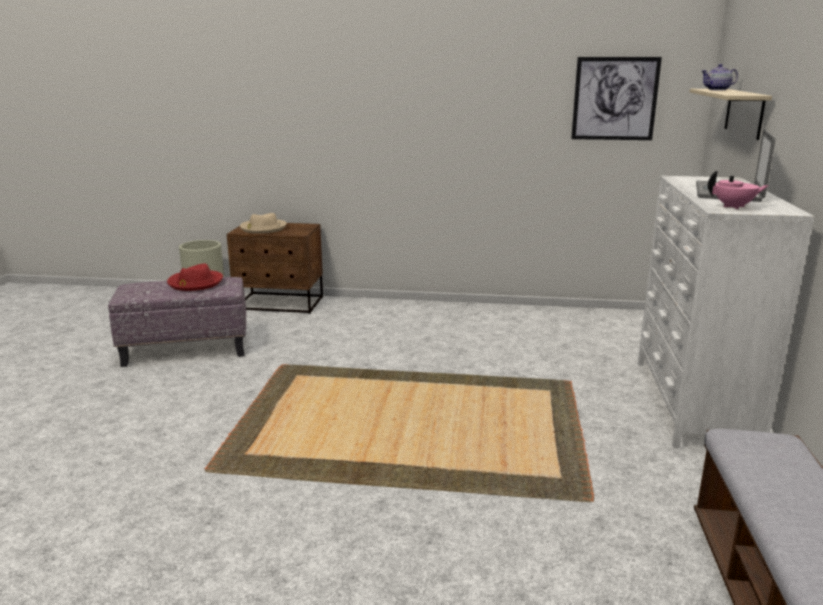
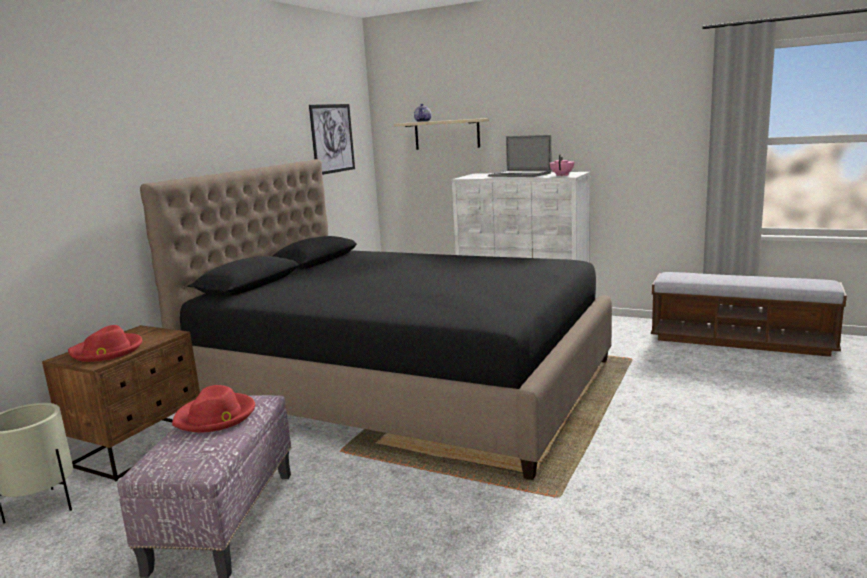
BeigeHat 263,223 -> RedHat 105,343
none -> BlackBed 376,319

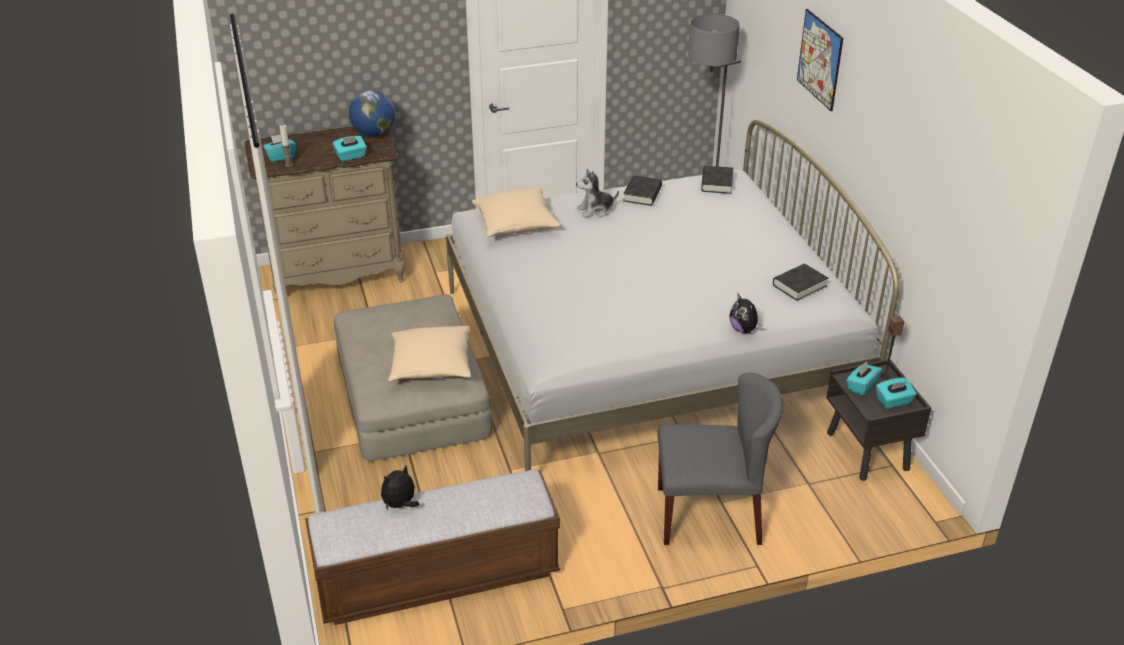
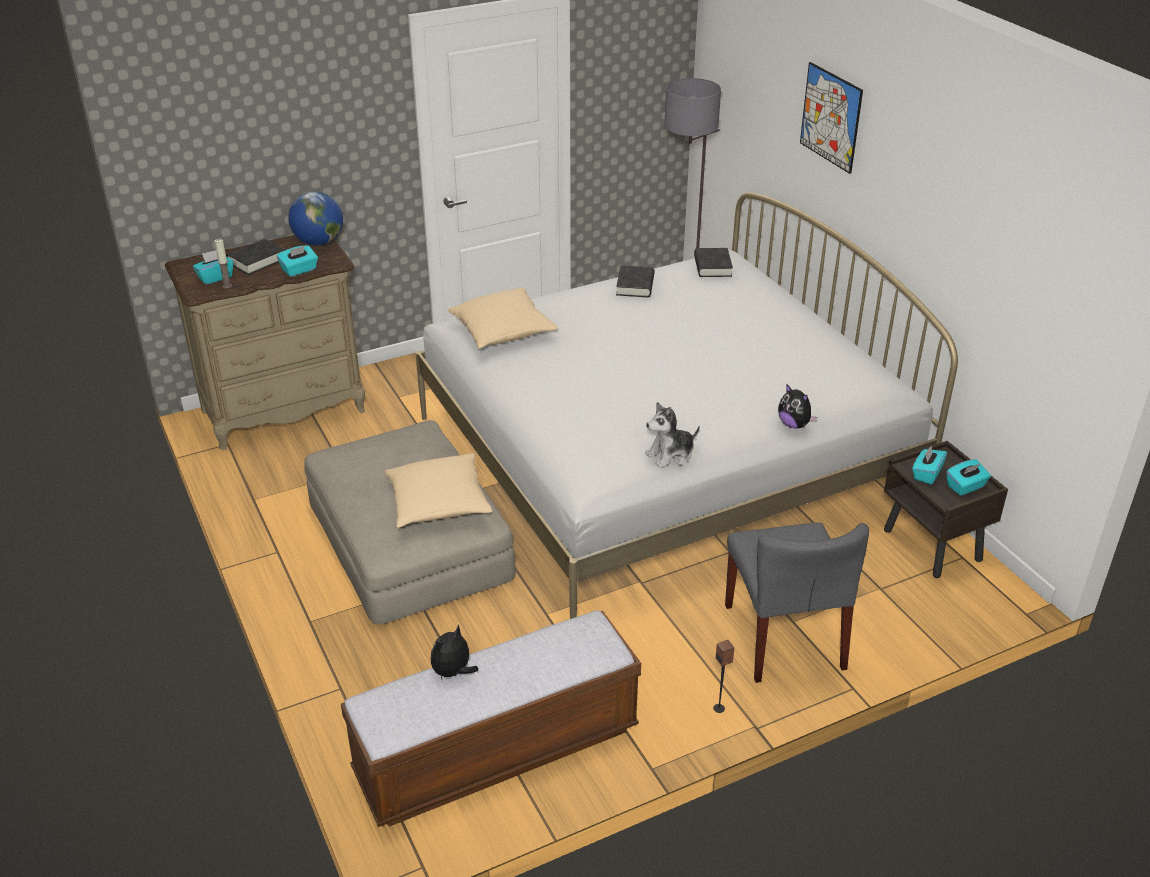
PlushToy 597,193 -> PlushToy 672,435, shifted
GreyChair 720,459 -> GreyChair 797,602, 90 degrees clockwise
BlackBook 800,282 -> BlackBook 255,257, shifted
Speaker 893,348 -> Speaker 724,676, shifted

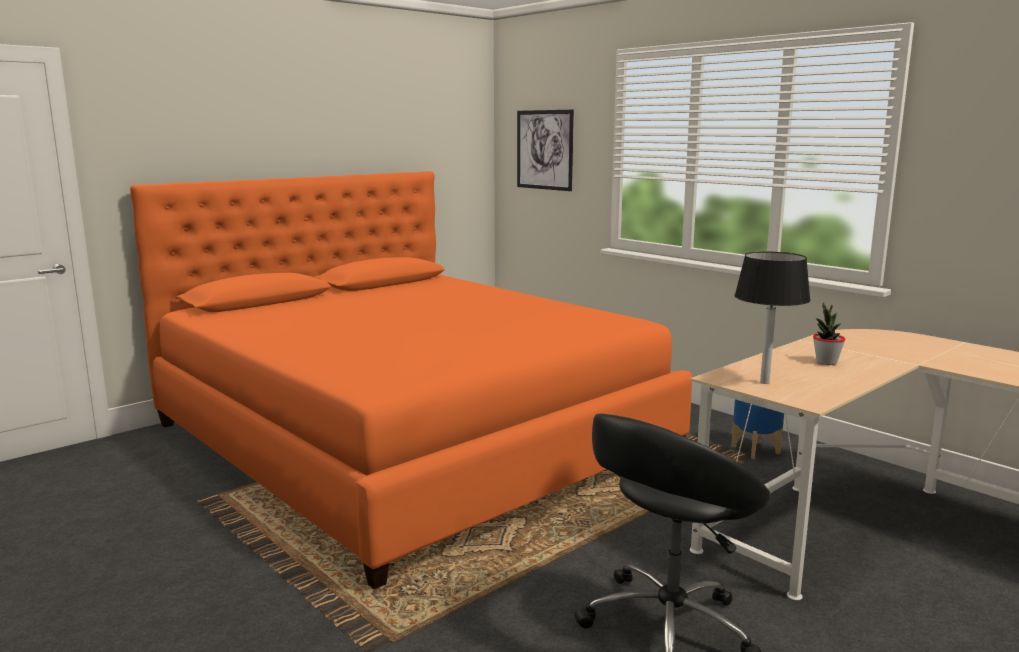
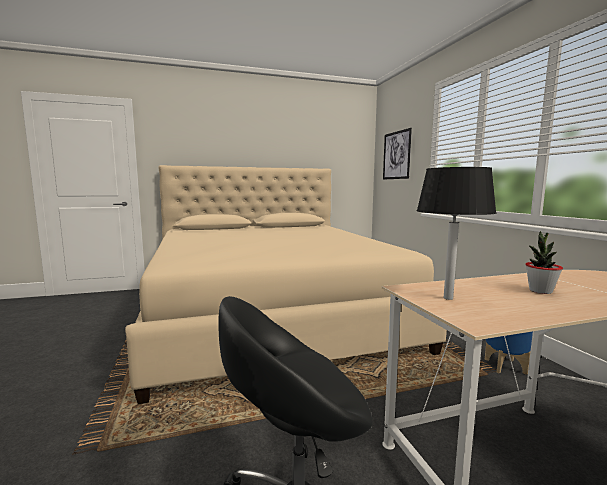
OrangeBed 411,380 -> BeigeBed 286,284

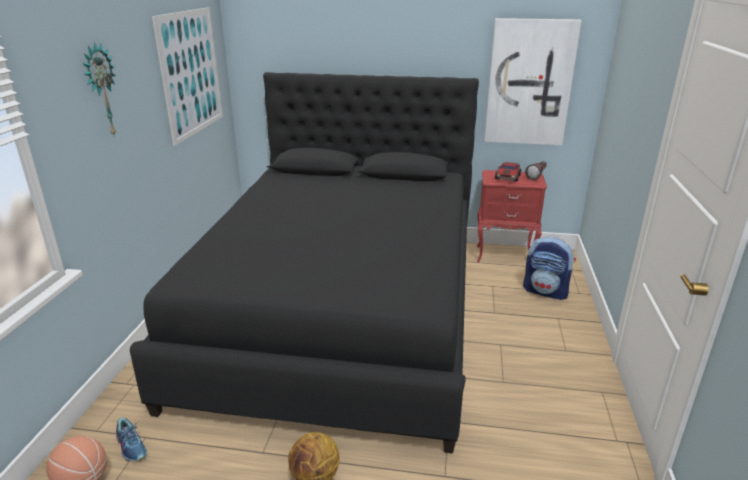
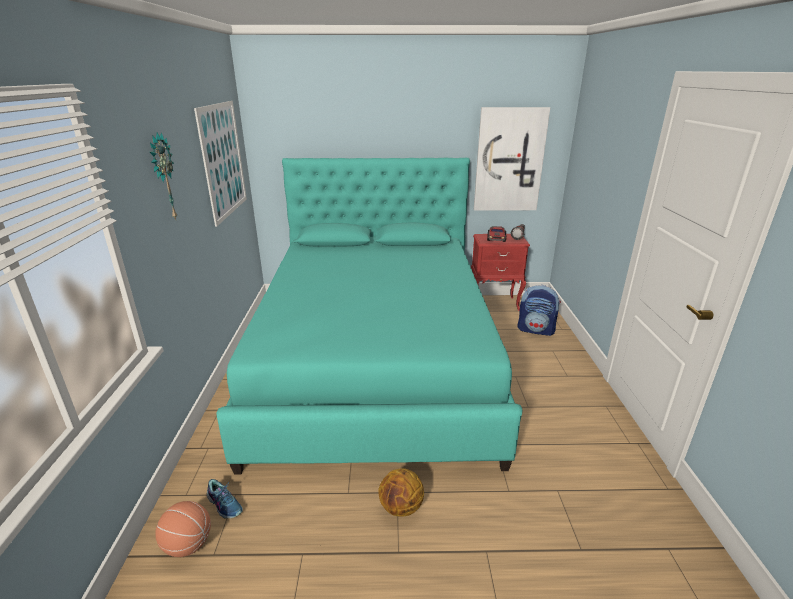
BlackBed 304,263 -> TurquoiseBed 369,316

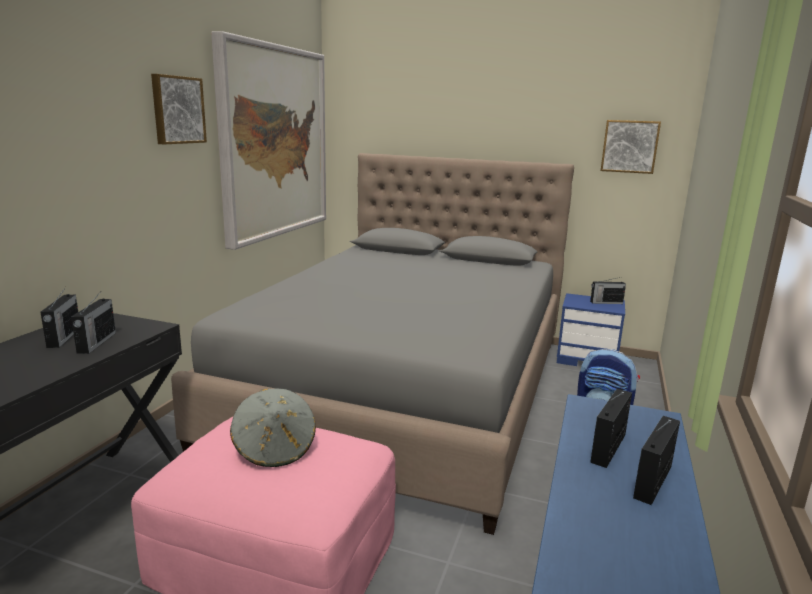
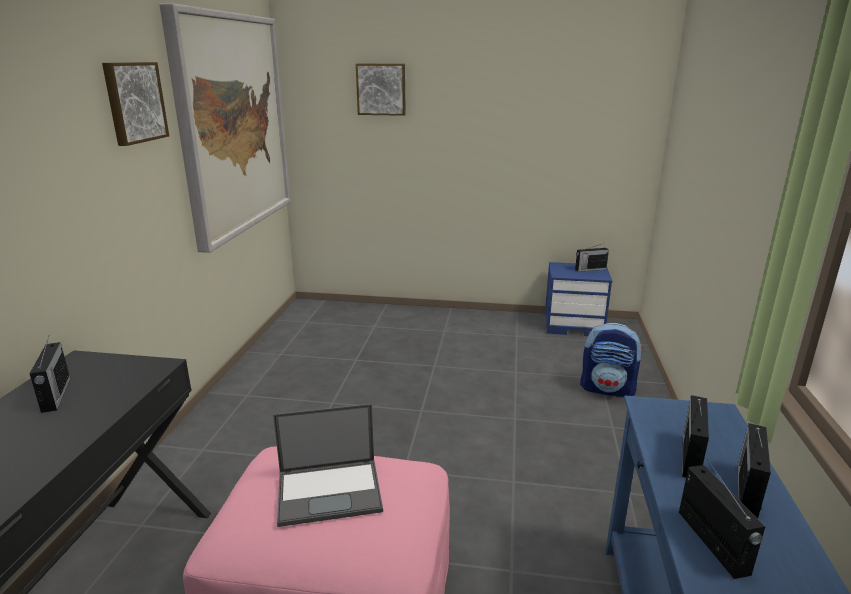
Radio 93,324 -> Radio 722,519, shifted
GreyBed 372,344 -> none
GreyHat 273,428 -> Laptop 328,465
Picture 631,147 -> Picture 381,90, shifted

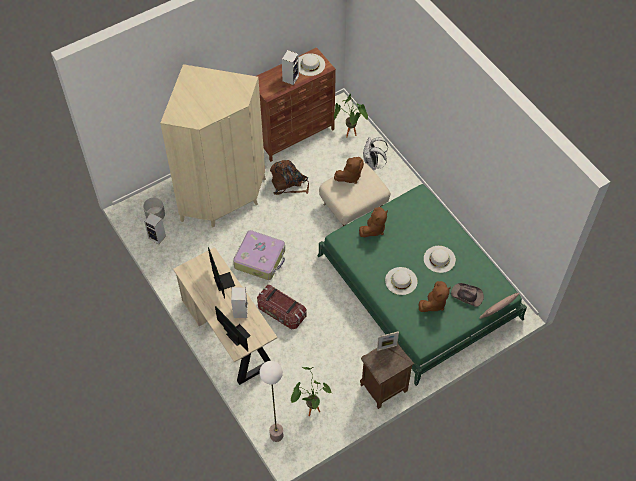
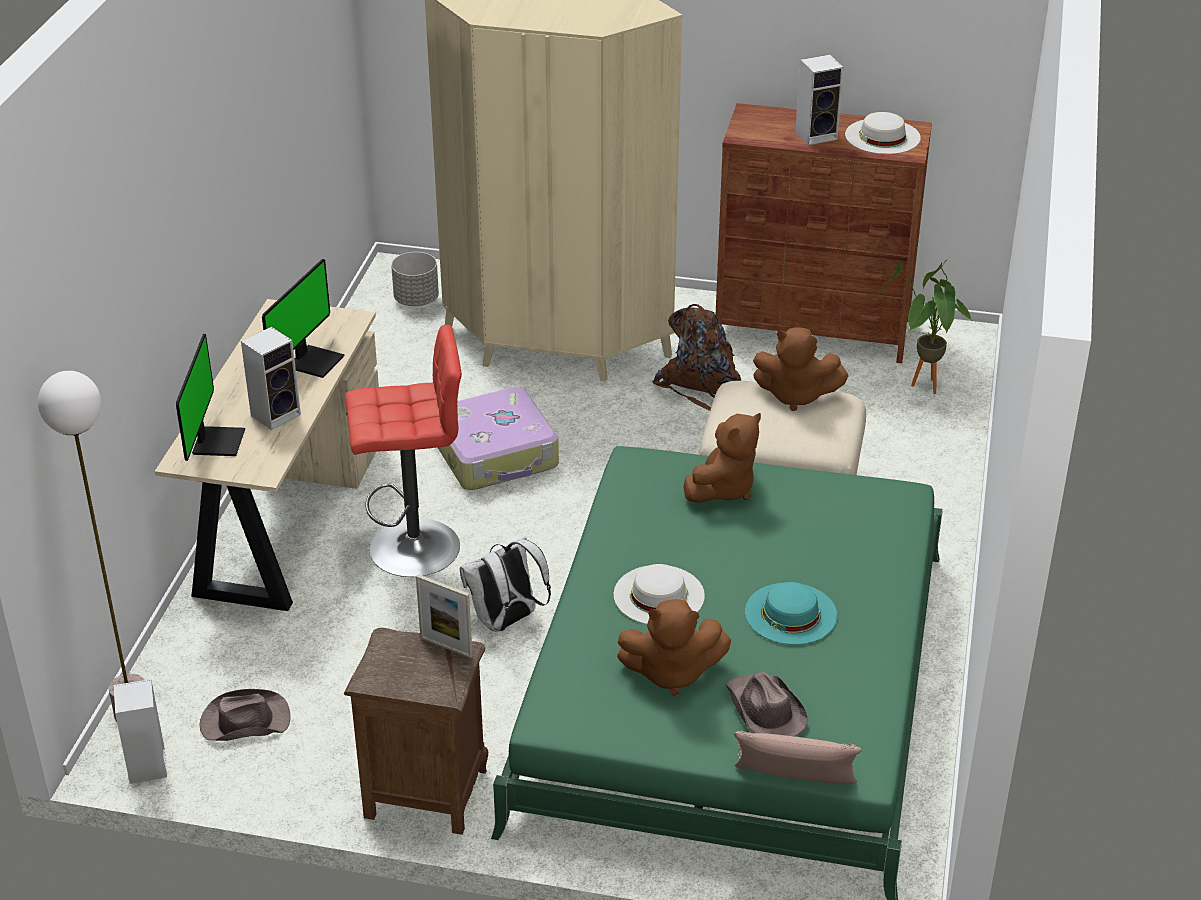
Speaker 155,228 -> Speaker 140,731, shifted
StorageBox 282,307 -> RedStool 403,451
PottedPlant 311,391 -> BrownHat 244,715
BrownPlushToy 373,222 -> BrownPlushToy 722,458, 45 degrees counterclockwise
WhiteBackpack 375,153 -> WhiteBackpack 505,584, shifted
WhiteHat 440,259 -> TurquoiseHat 791,613

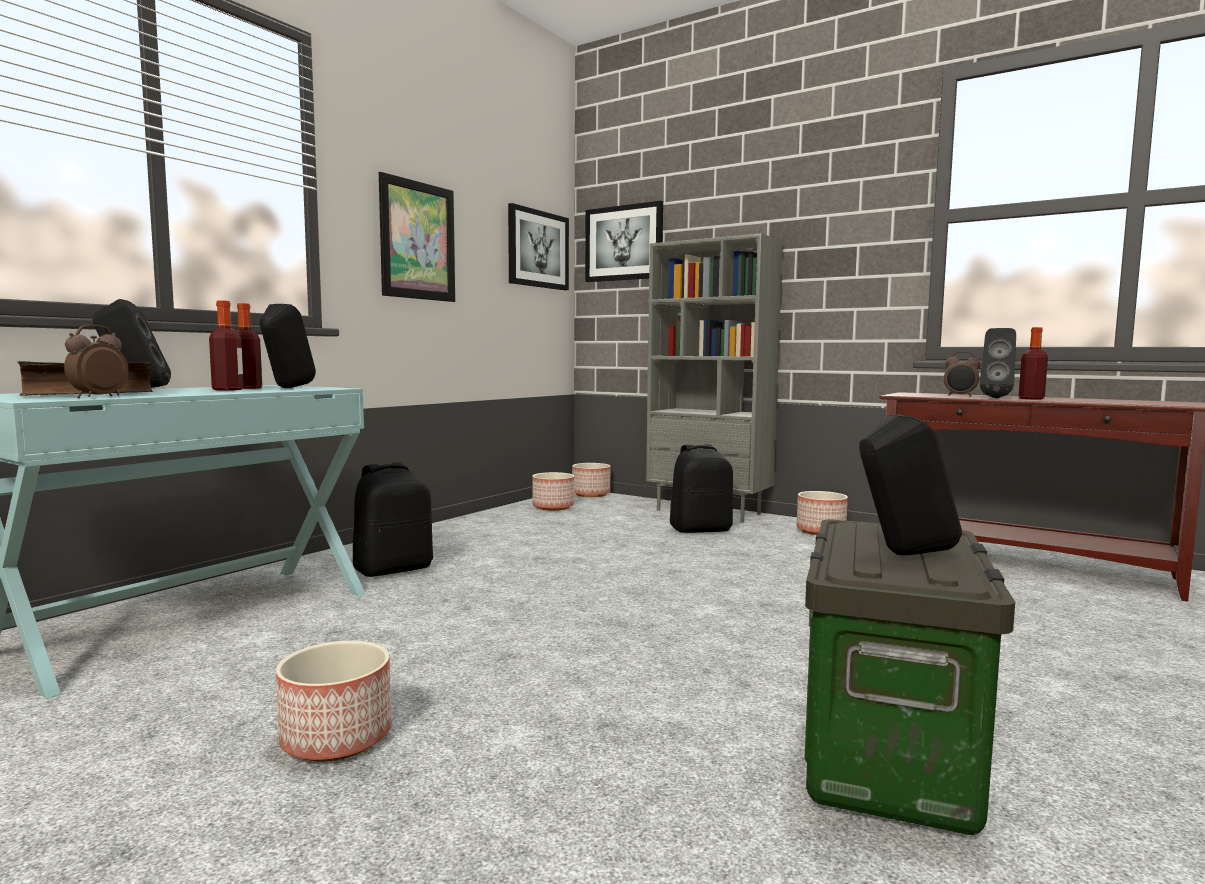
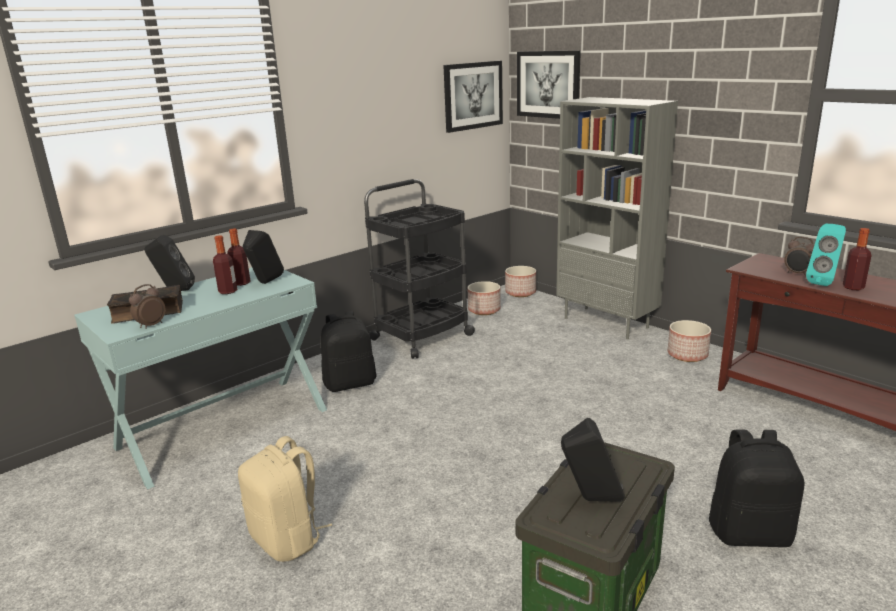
Planter 333,701 -> BeigeBackpack 285,499
Picture 417,237 -> none
BlackBackpack 701,488 -> BlackBackpack 757,488, shifted
BlackSpeaker 998,363 -> TurquoiseSpeaker 826,255
none -> BlackCart 419,269

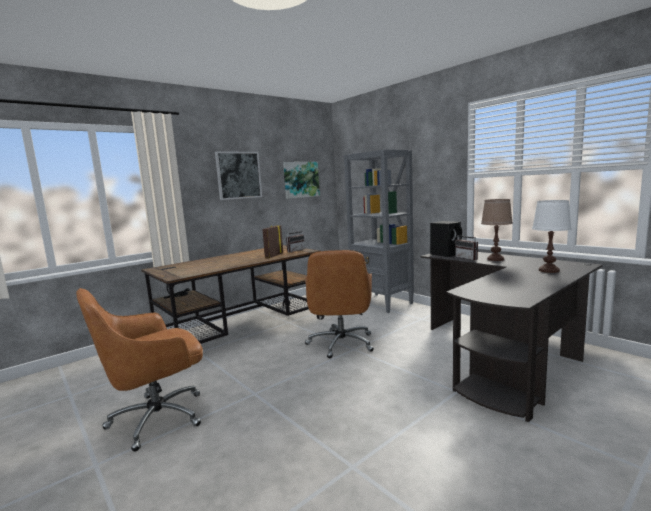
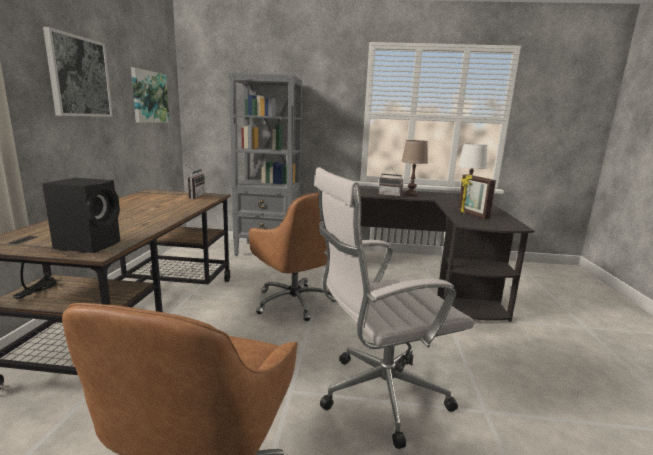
PictureFrame 272,241 -> PictureFrame 477,197, shifted
BlackSpeaker 446,239 -> BlackSpeaker 81,215, shifted
none -> WhiteOfficeChair 394,308

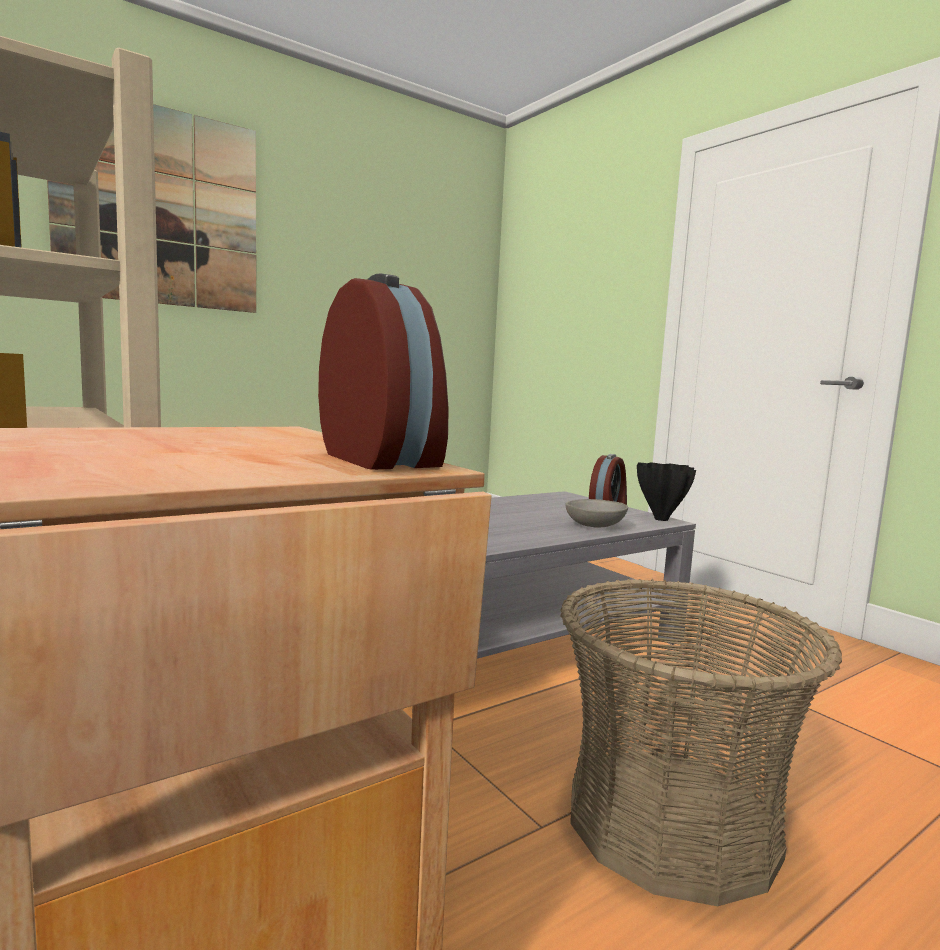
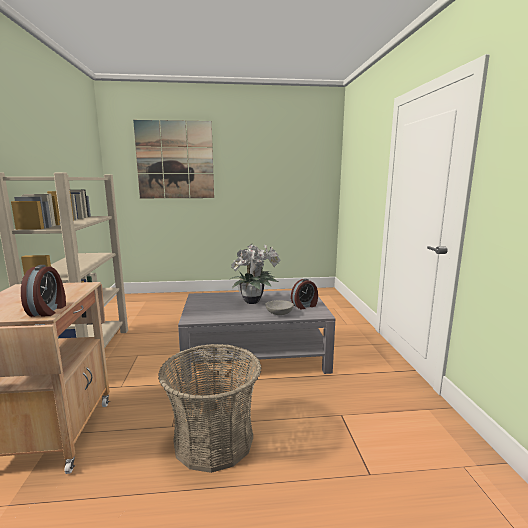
BlackVase 666,492 -> none
none -> PottedPlant 255,274

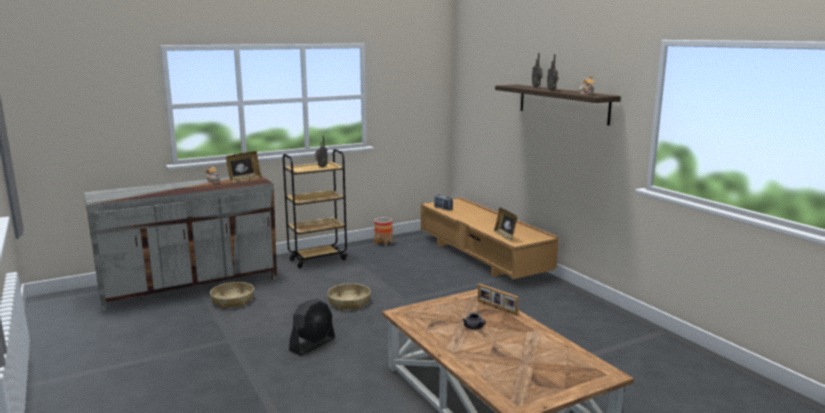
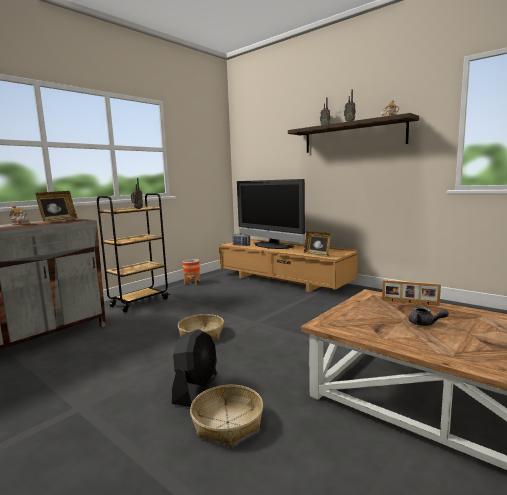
Basket 232,295 -> Basket 226,415, shifted
none -> Television 271,214

